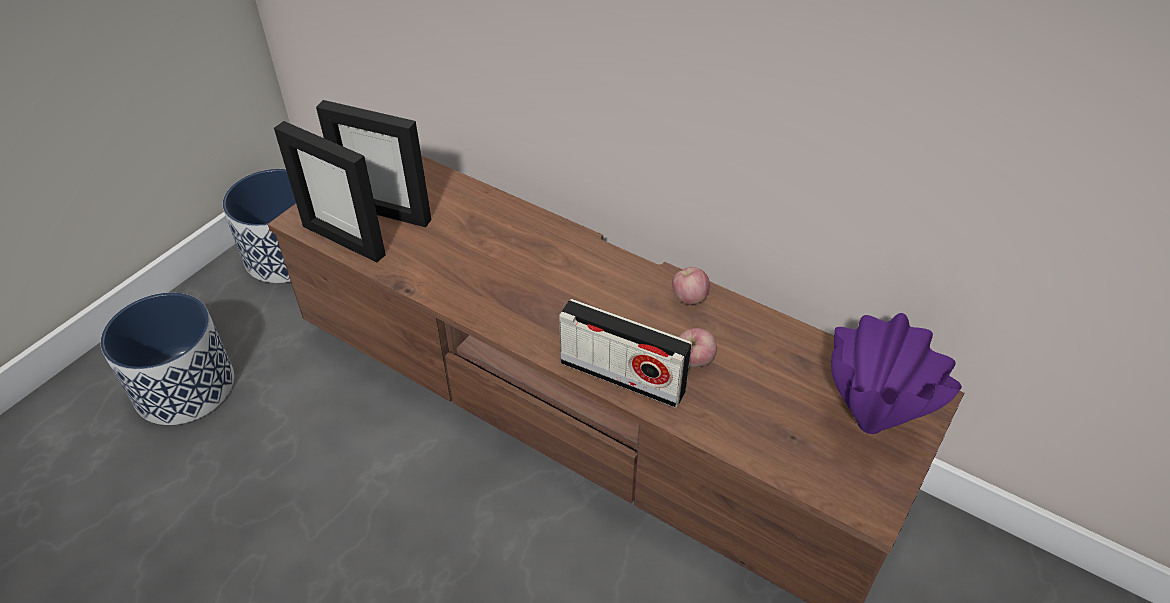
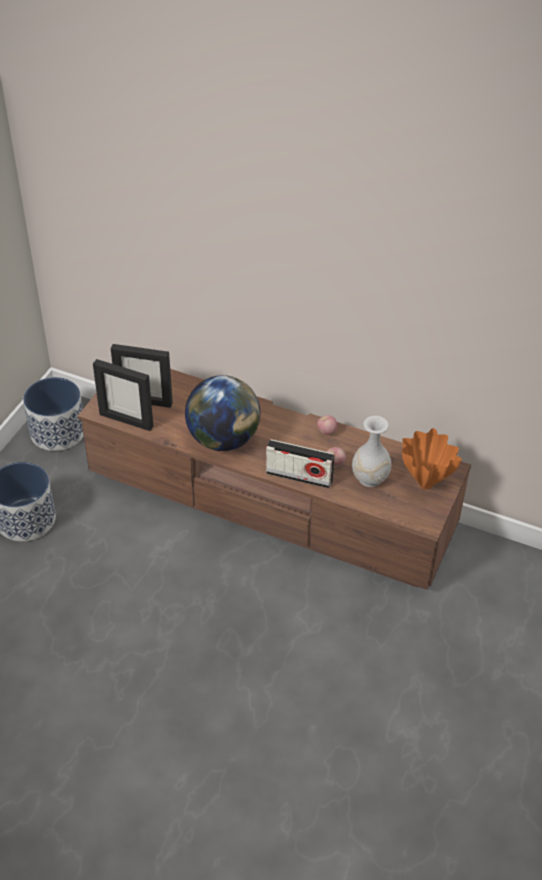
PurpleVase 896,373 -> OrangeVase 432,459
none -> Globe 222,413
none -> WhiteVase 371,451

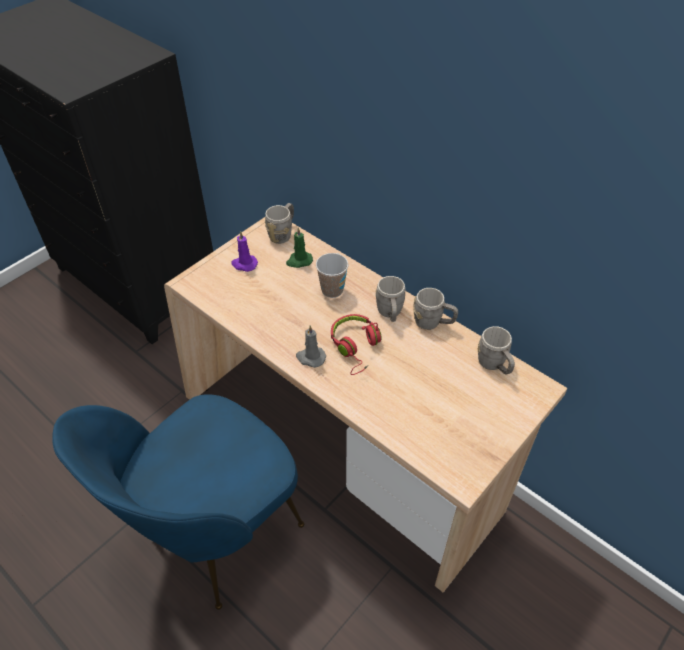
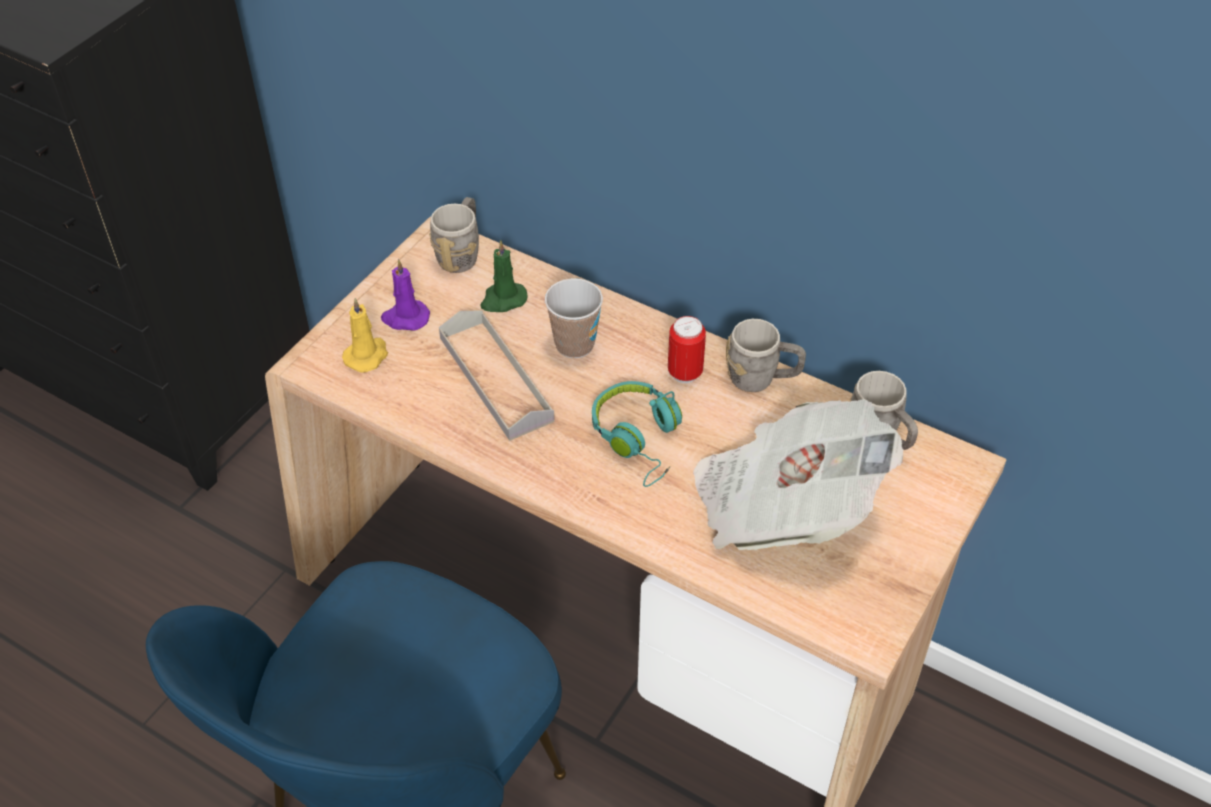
GreyCandle 311,346 -> none
RedHeadphones 356,344 -> TurquoiseHeadphones 637,434
GreyMug 390,299 -> Can 687,349
none -> YellowCandle 365,335
none -> GreyTray 497,375
none -> Newspaper 798,474

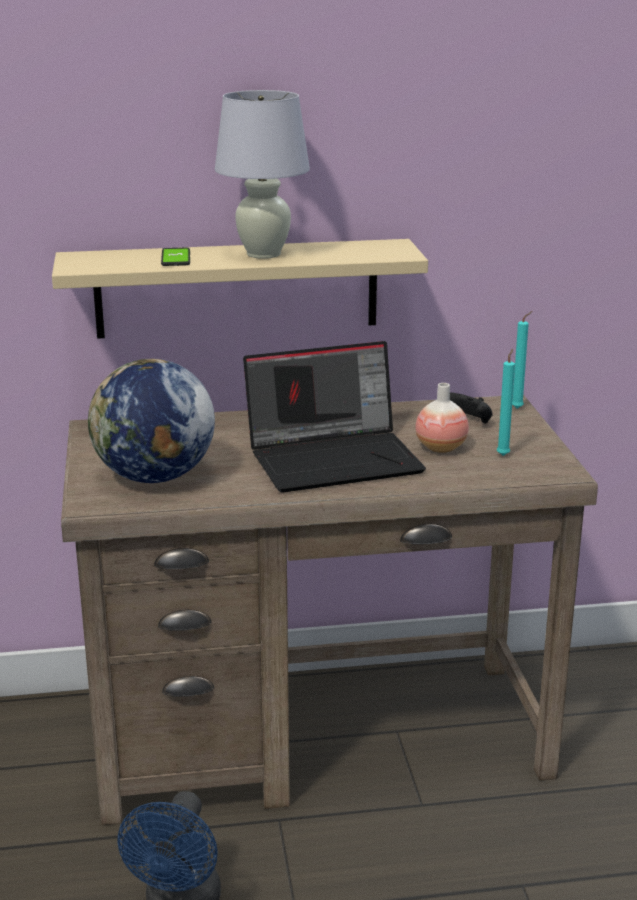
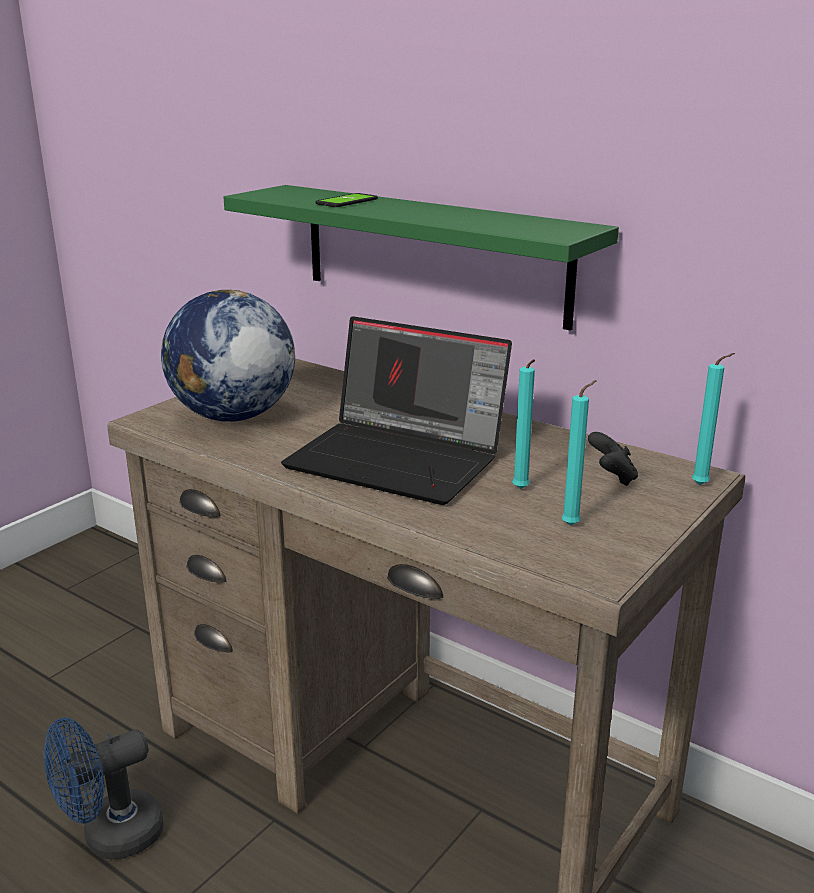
BeigeShelf 240,289 -> GreenShelf 421,258
WhiteTableLamp 262,174 -> none
Vase 442,418 -> TurquoiseCandle 523,424

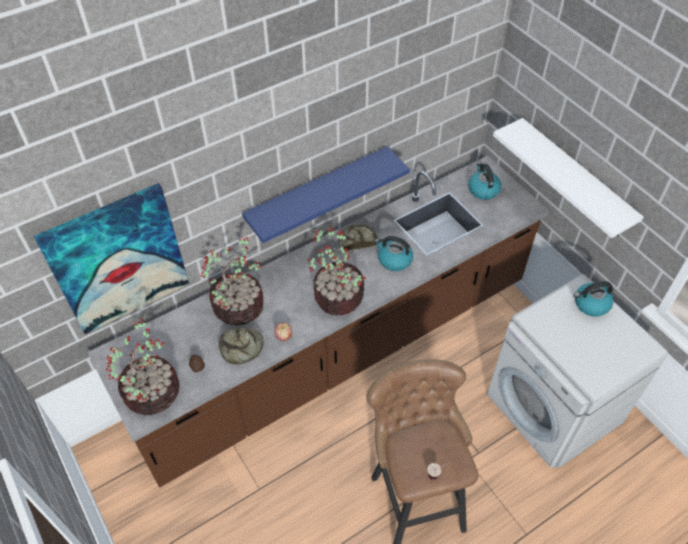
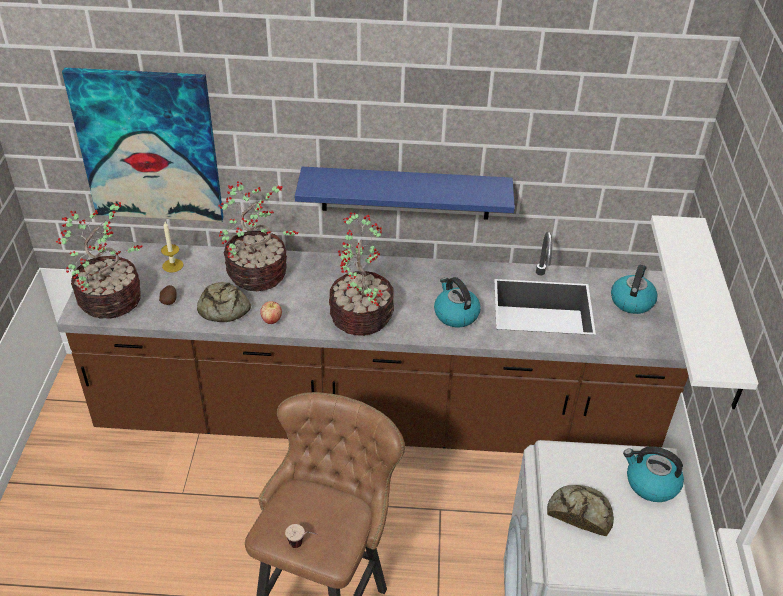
Bread 358,237 -> Bread 580,510, shifted
none -> Candle 172,247

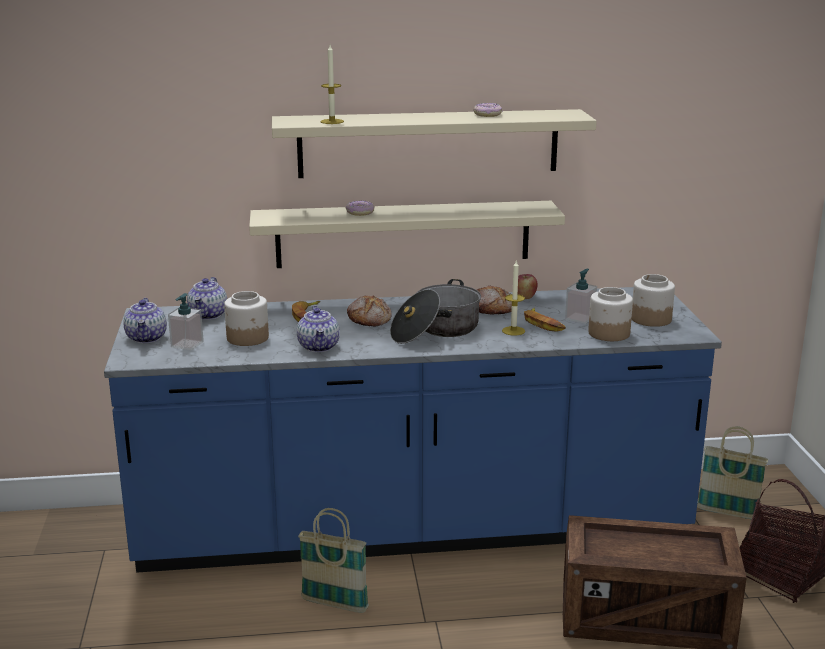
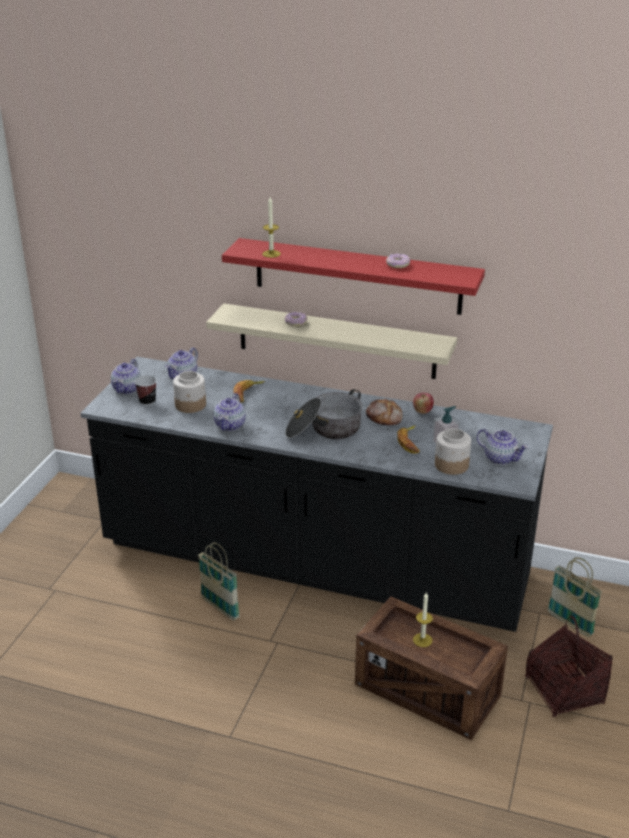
BlueCounter 413,430 -> BlackCounter 316,494
SoapDispenser 186,321 -> Cup 146,390
BeigeShelf 434,143 -> RedShelf 353,276
Bread 369,310 -> none
Candle 513,298 -> Candle 423,620, shifted
Jar 653,300 -> Teapot 503,447

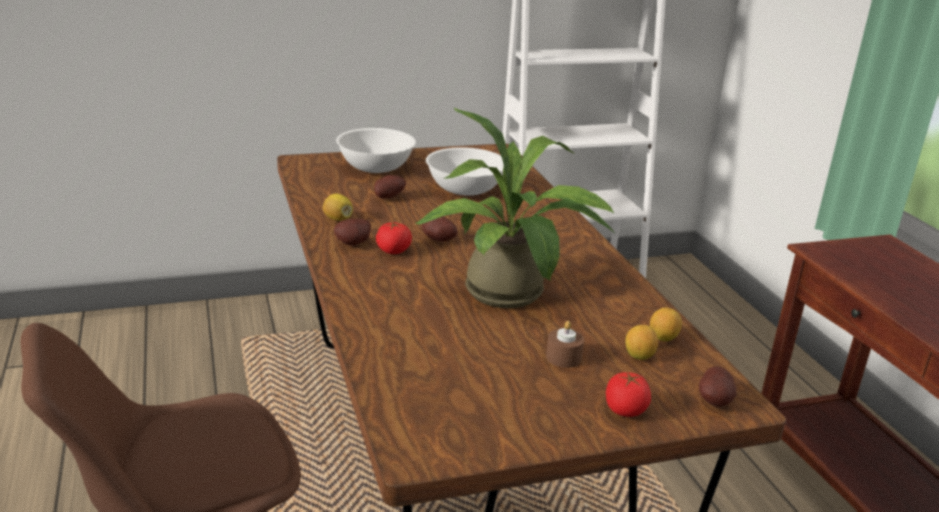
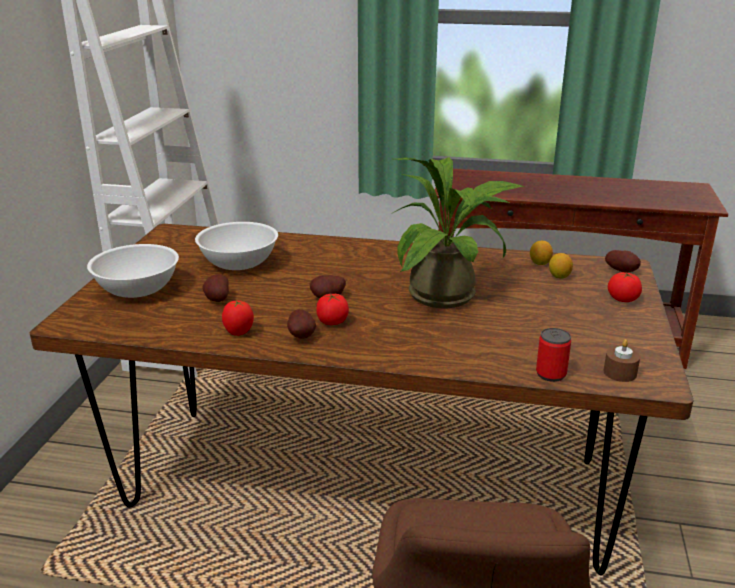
Lemon 338,207 -> Tomato 238,318
BrownCandle 565,344 -> BrownCandle 622,360, shifted
none -> Can 553,355

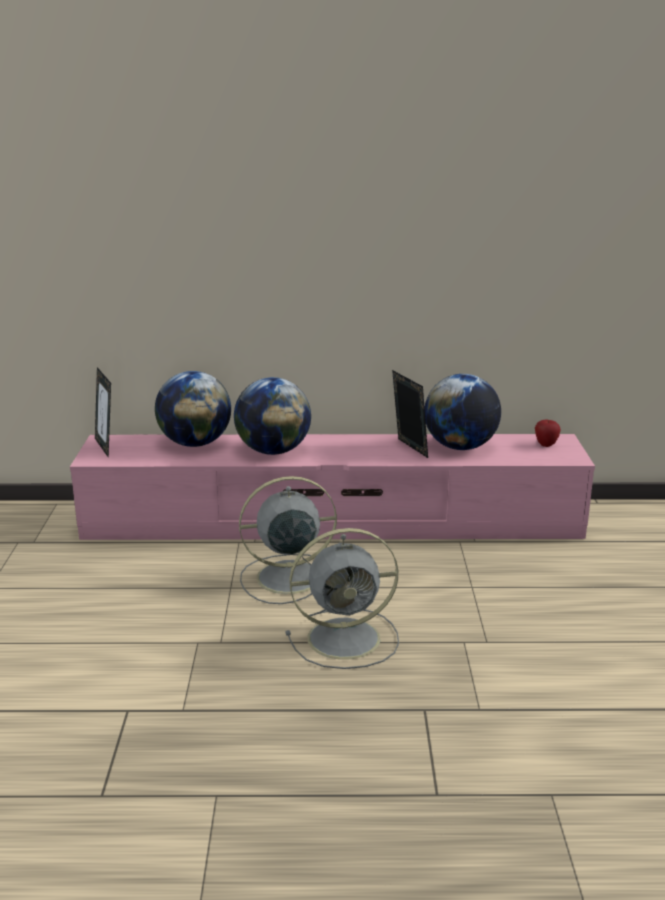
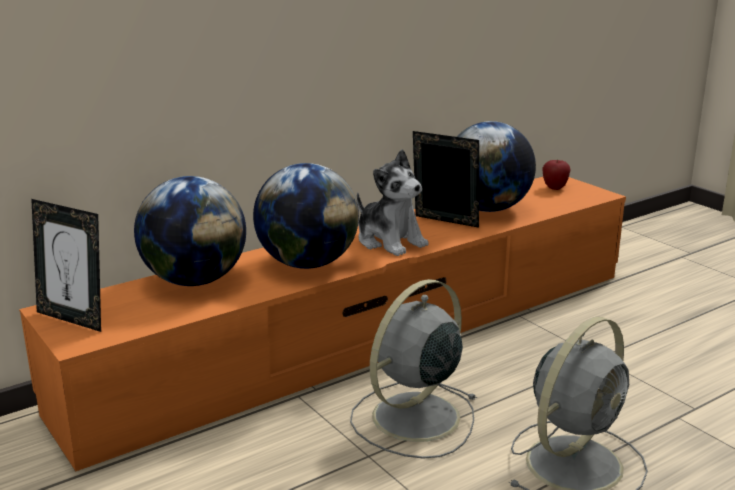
PinkTvStand 332,487 -> OrangeTvStand 322,324
none -> PlushToy 393,202

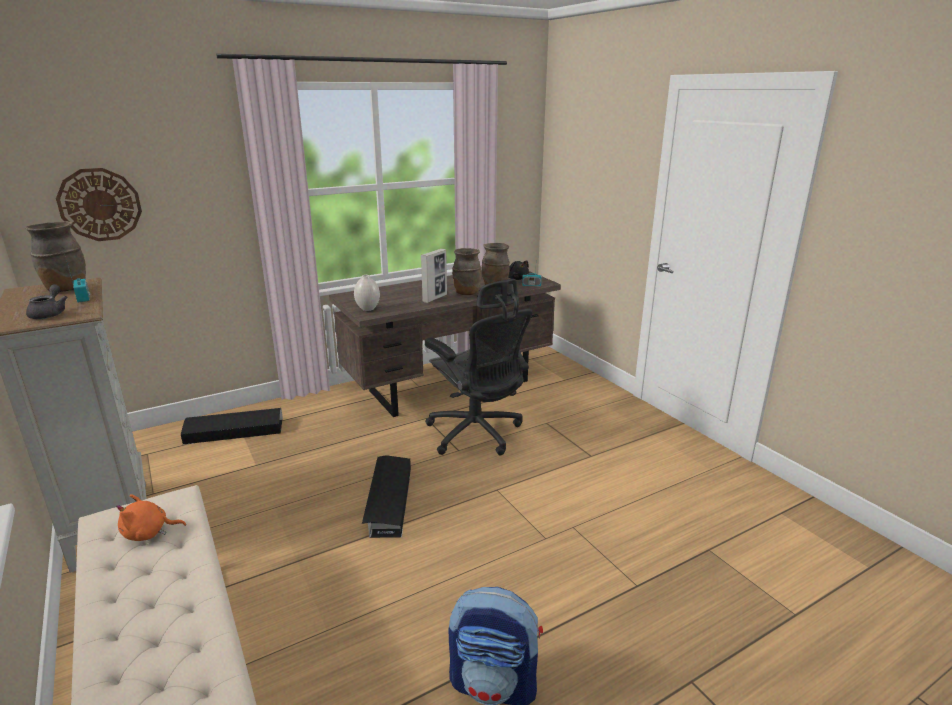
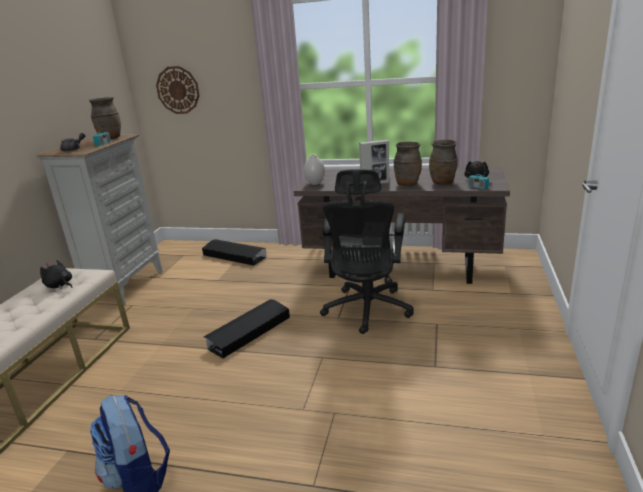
OrangePlushToy 151,517 -> BlackPlushToy 56,274

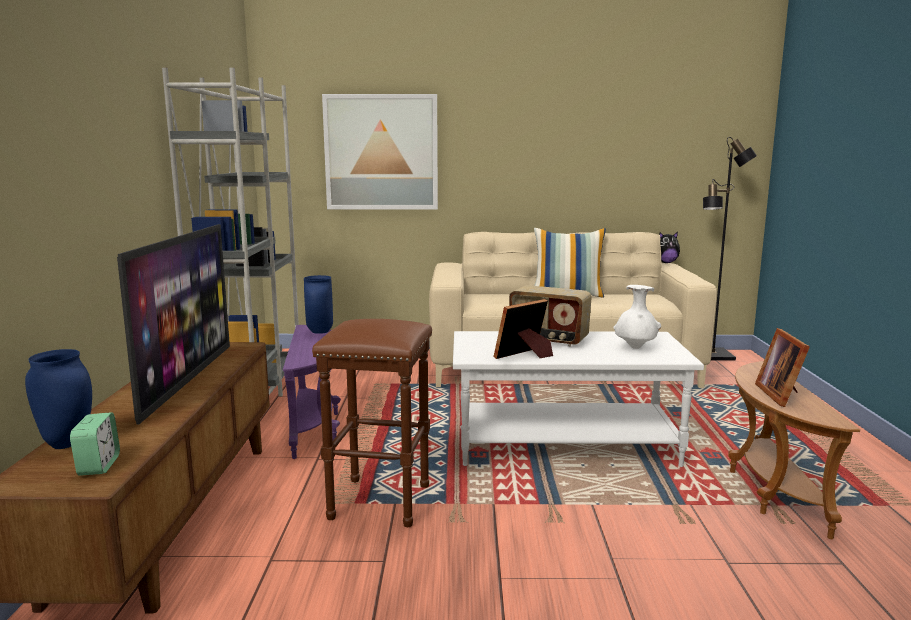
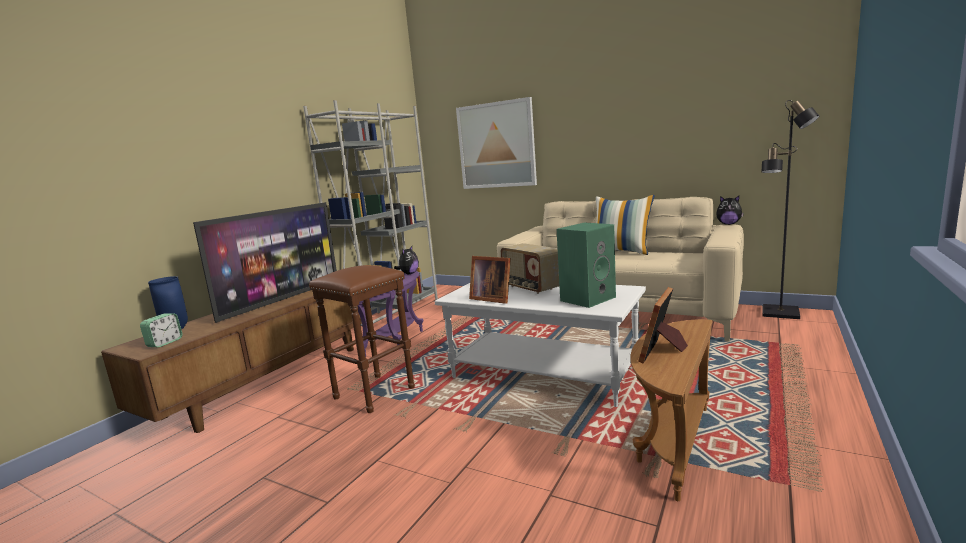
BlueVase 318,304 -> PlushToy 406,260
PictureFrame 523,329 -> PictureFrame 490,280, 135 degrees counterclockwise
WhiteVase 637,317 -> GreenSpeaker 586,265

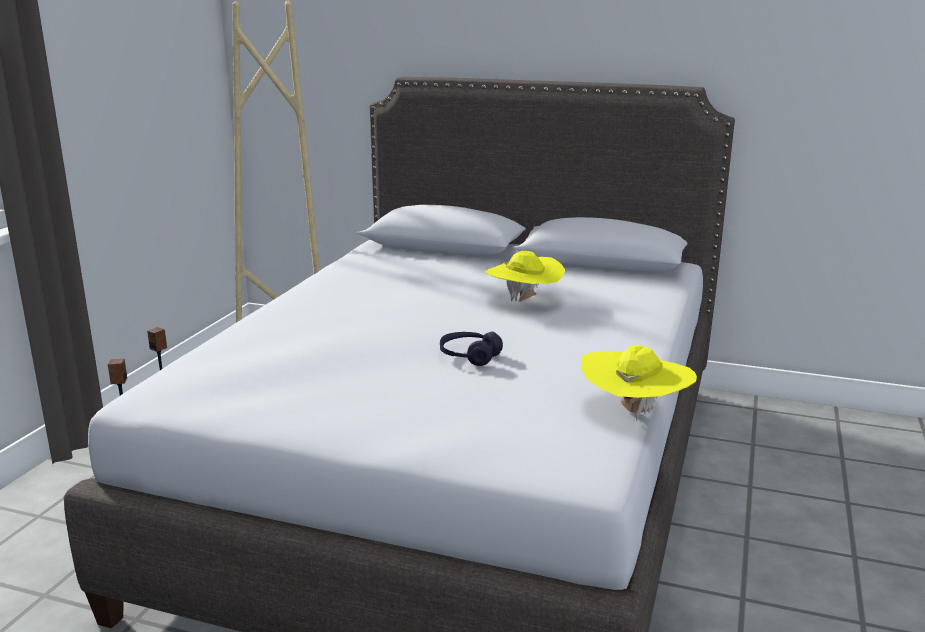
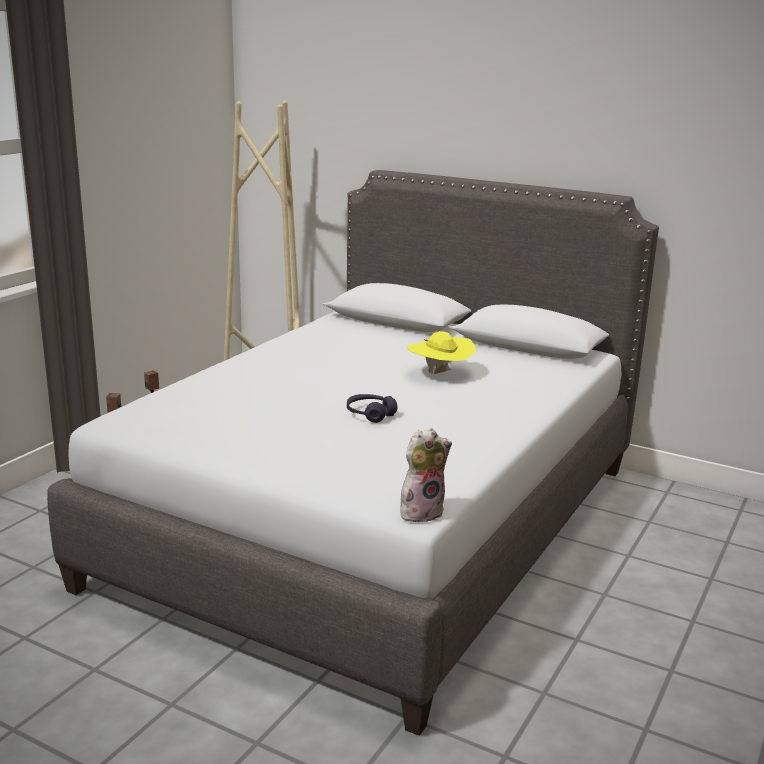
YellowHat 639,383 -> none
none -> PlushToy 426,475

